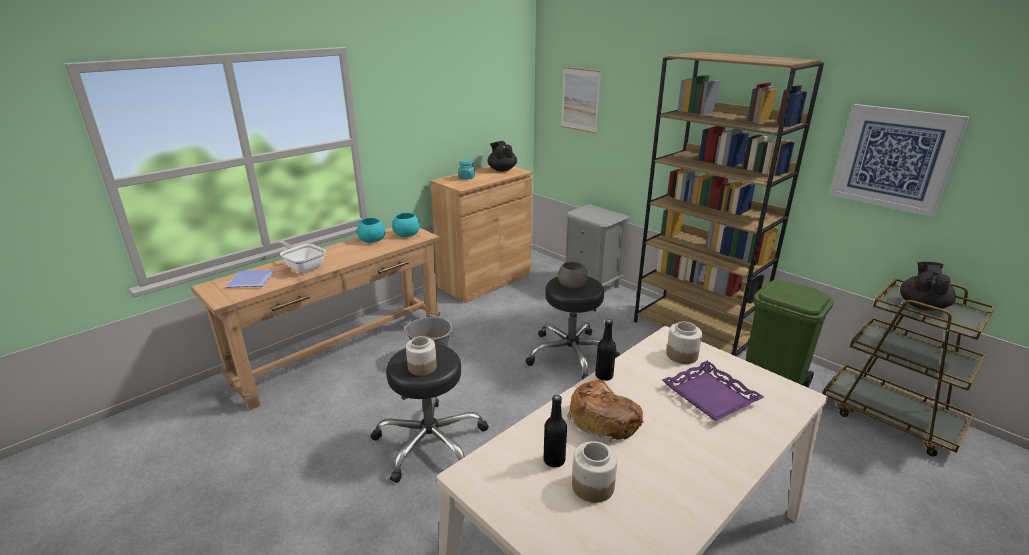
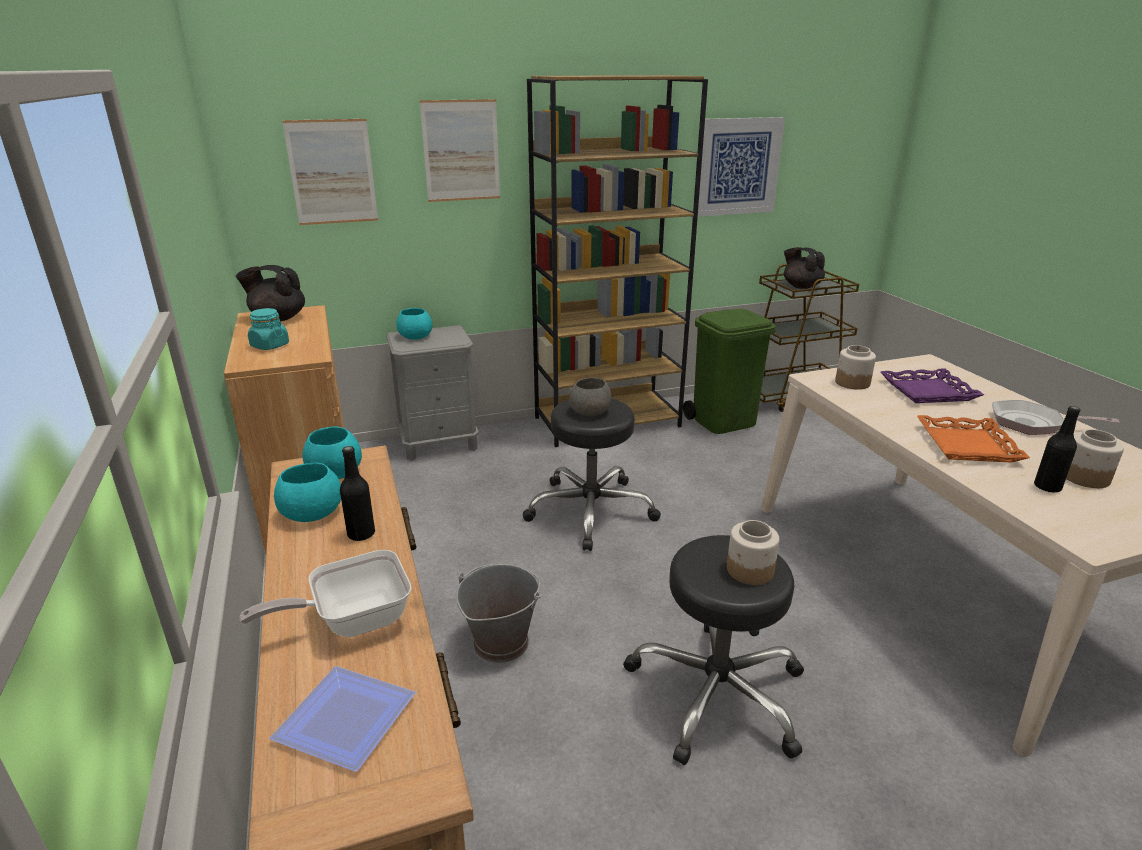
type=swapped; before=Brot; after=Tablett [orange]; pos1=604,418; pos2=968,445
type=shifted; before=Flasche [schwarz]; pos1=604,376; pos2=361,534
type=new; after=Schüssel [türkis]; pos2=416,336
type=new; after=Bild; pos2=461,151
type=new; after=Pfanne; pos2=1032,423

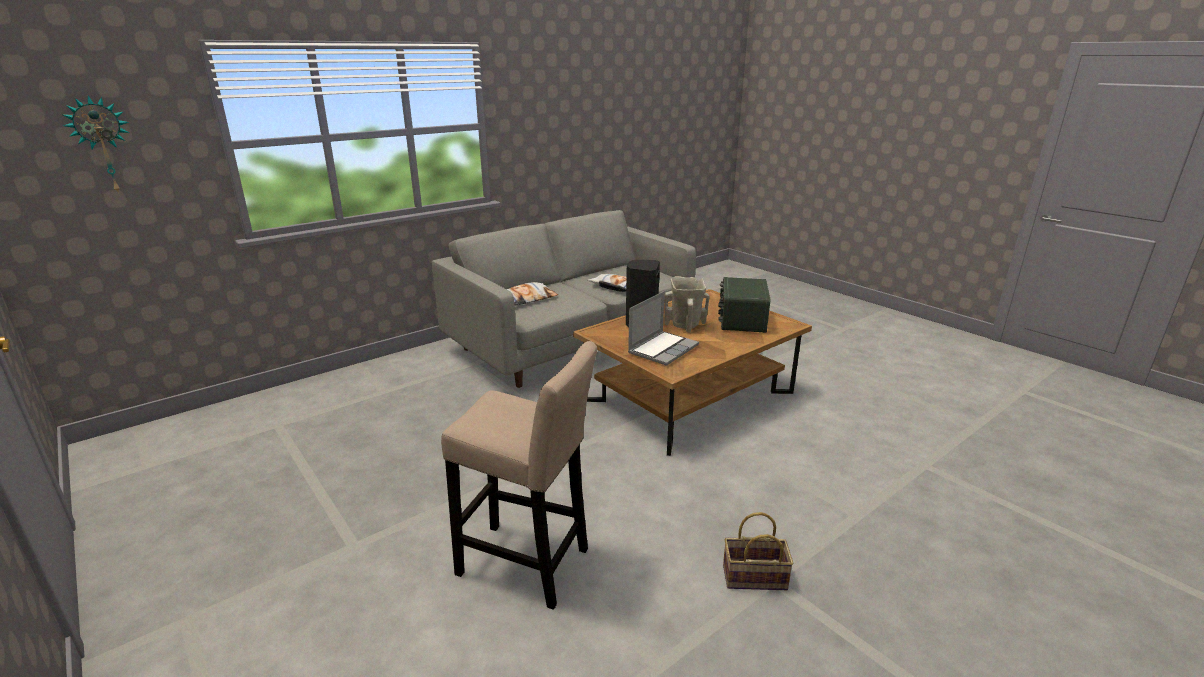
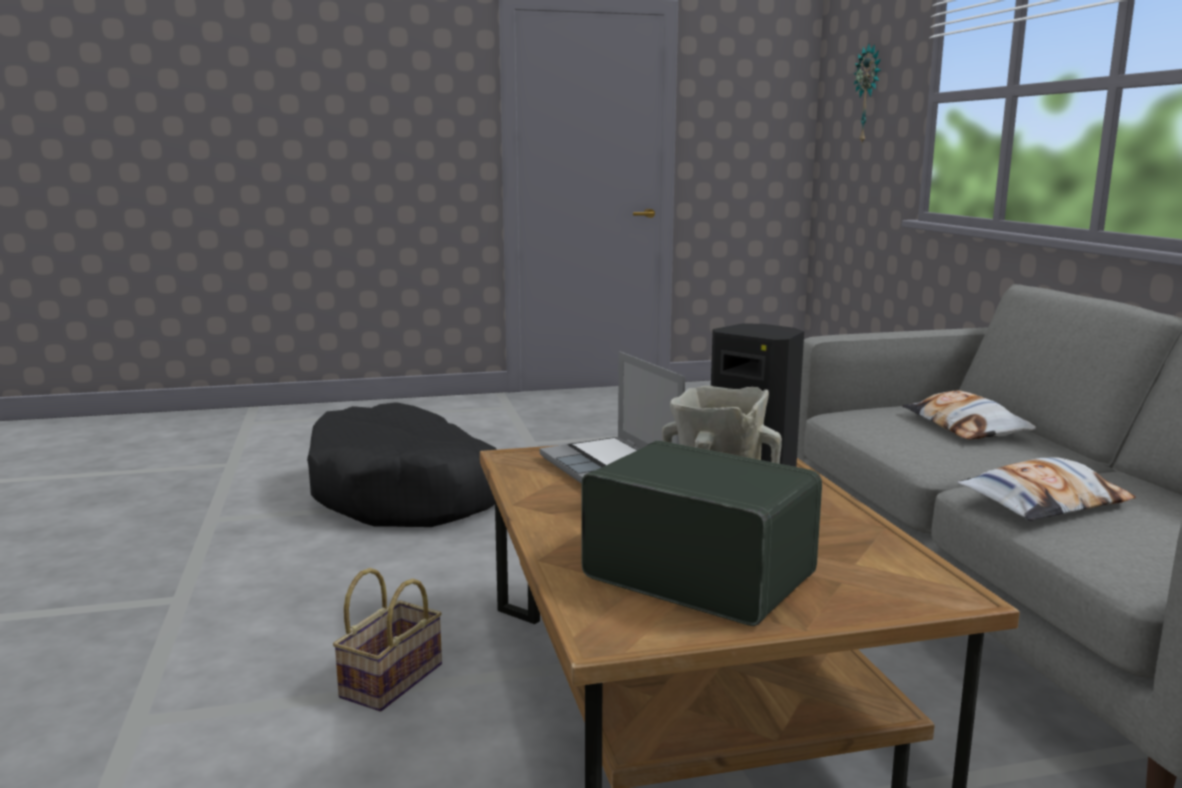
type=swapped; before=Hocker [beige]; after=Hundebett [schwarz]; pos1=529,565; pos2=407,494
type=shifted; before=Korb; pos1=753,578; pos2=391,679

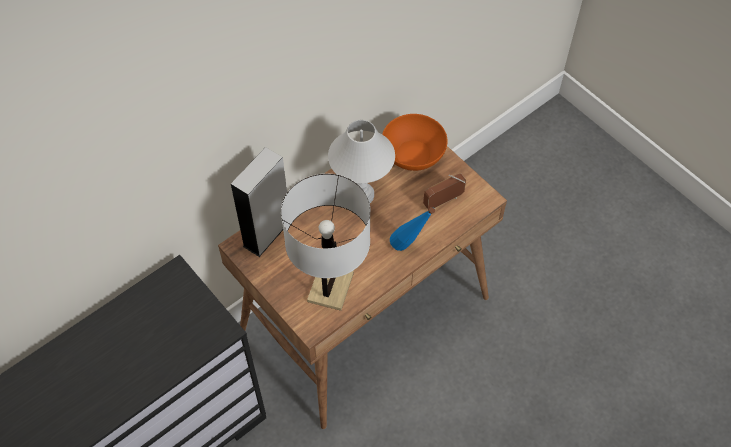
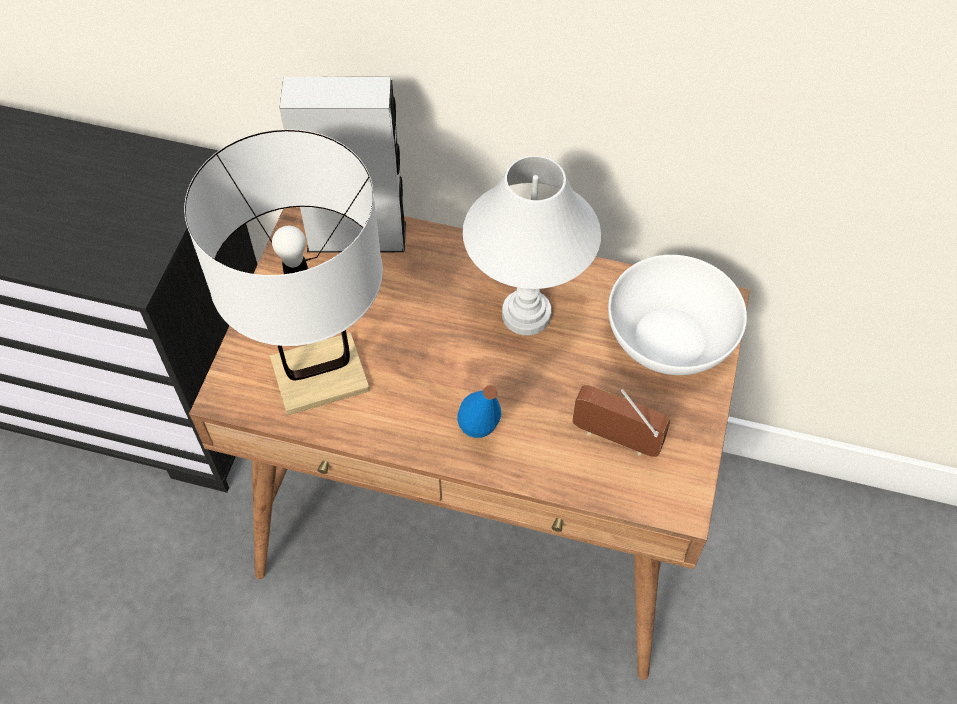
type=repainted; before=Schüssel [orange]; after=Schüssel [weiß]; pos1=413,154; pos2=670,339

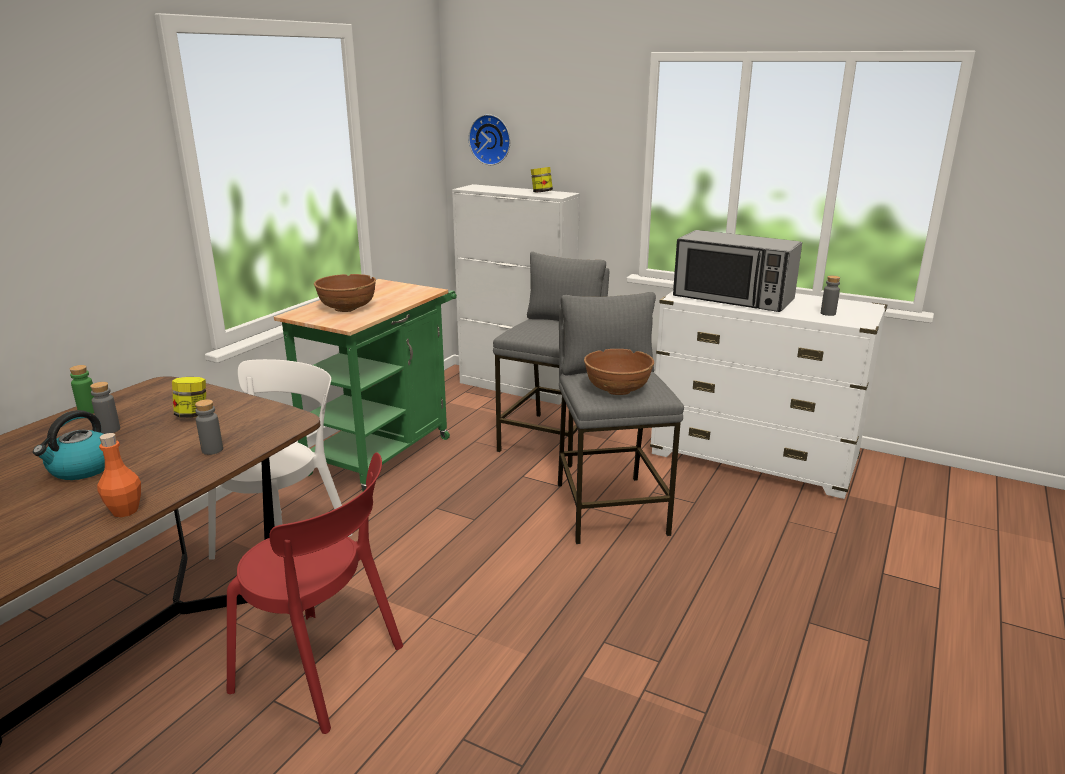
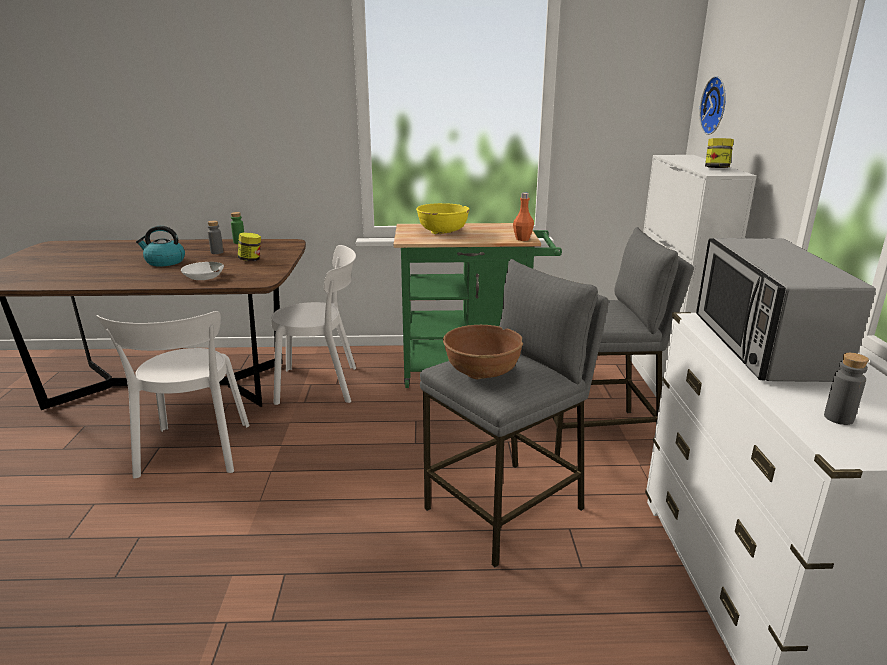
type=shifted; before=Flasche [orange]; pos1=125,511; pos2=522,239
type=swapped; before=Flasche [grau]; after=Schüssel [weiß]; pos1=212,450; pos2=203,277
type=repainted; before=Stuhl [rot]; after=Stuhl [weiß]; pos1=324,670; pos2=193,453
type=repainted; before=Schüssel [braun]; after=Schüssel [gelb]; pos1=347,308; pos2=442,232

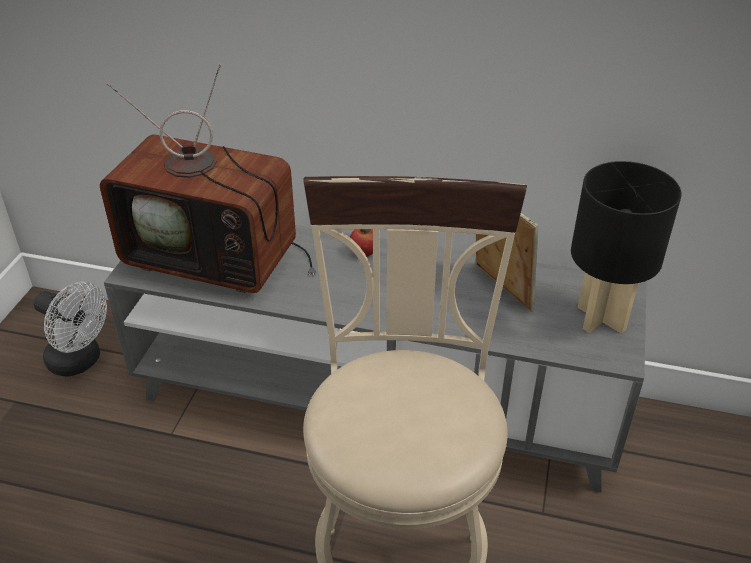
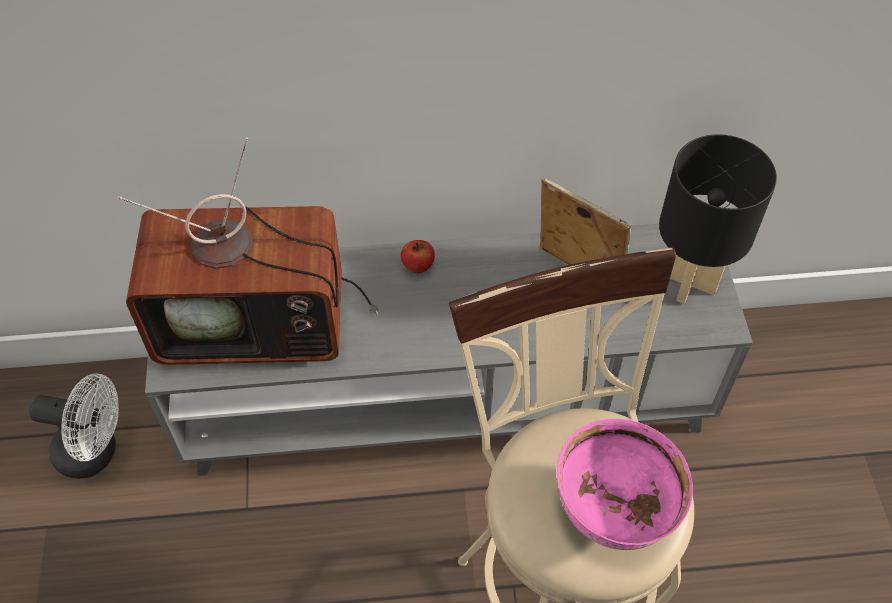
type=new; after=Schüssel [rosa]; pos2=614,509

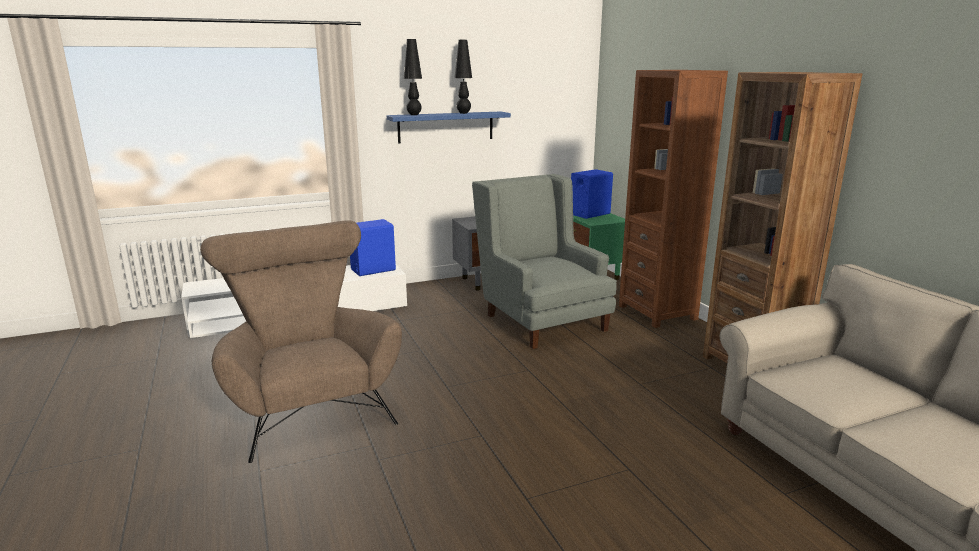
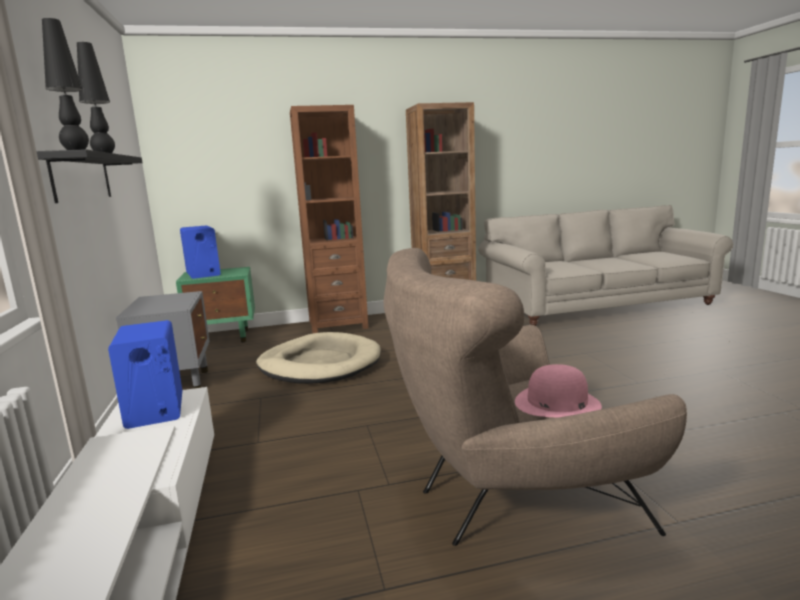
type=repainted; before=Wandregal [blau]; after=Wandregal [schwarz]; pos1=446,127; pos2=82,177
type=swapped; before=Sessel [grau]; after=Hundebett [beige]; pos1=540,319; pos2=320,364
type=new; after=Hut [rosa]; pos2=556,403

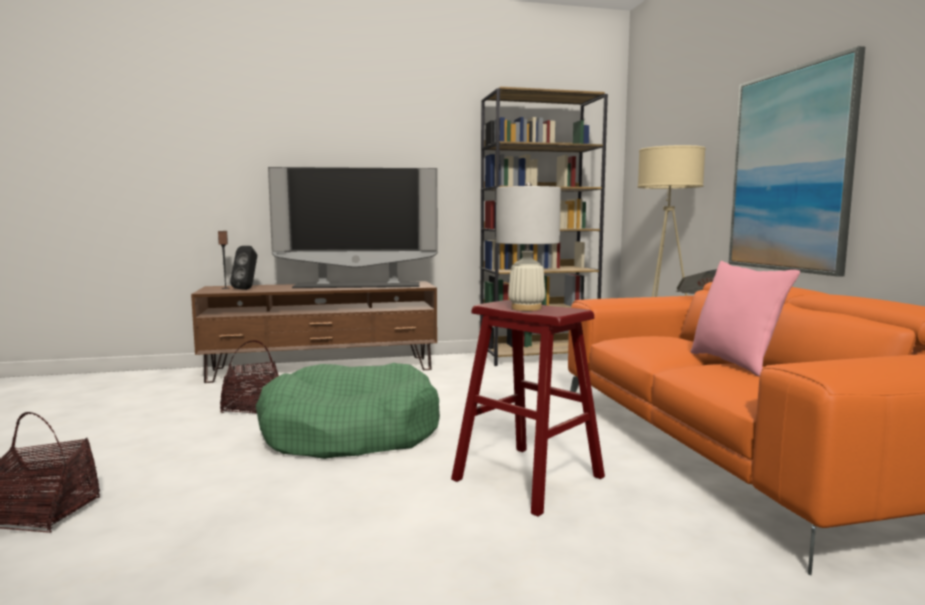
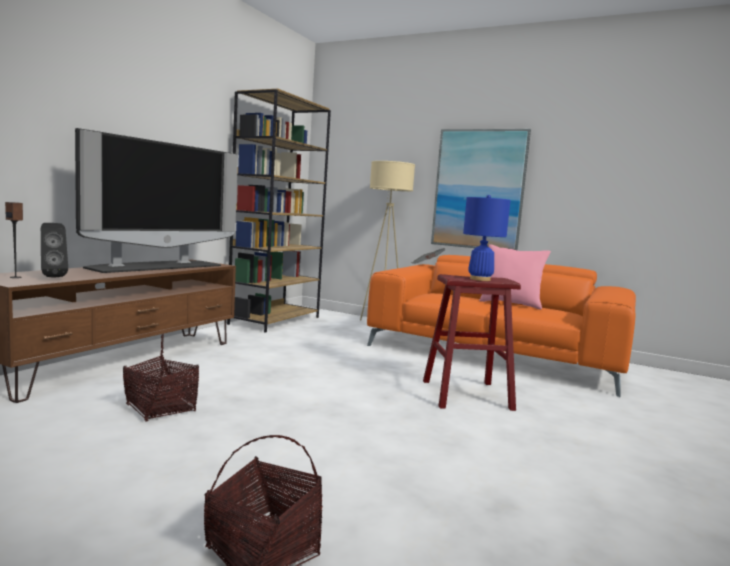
type=gone; before=Hundebett [grün]; pos1=350,432
type=repainted; before=Tischlampe [weiß]; after=Tischlampe [blau]; pos1=526,308; pos2=480,279

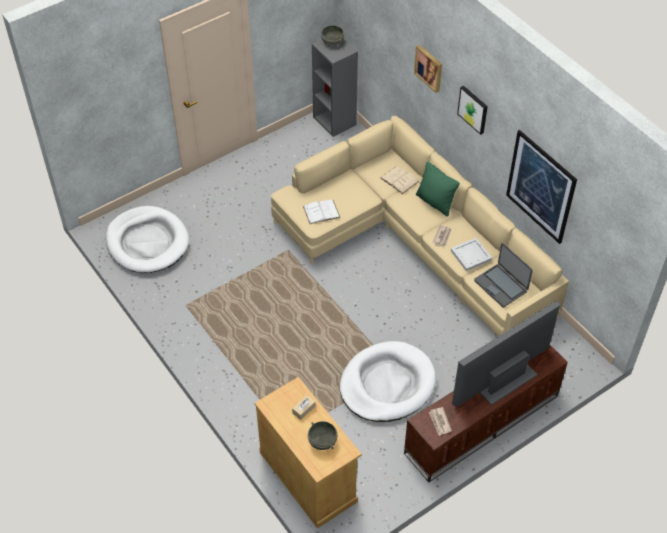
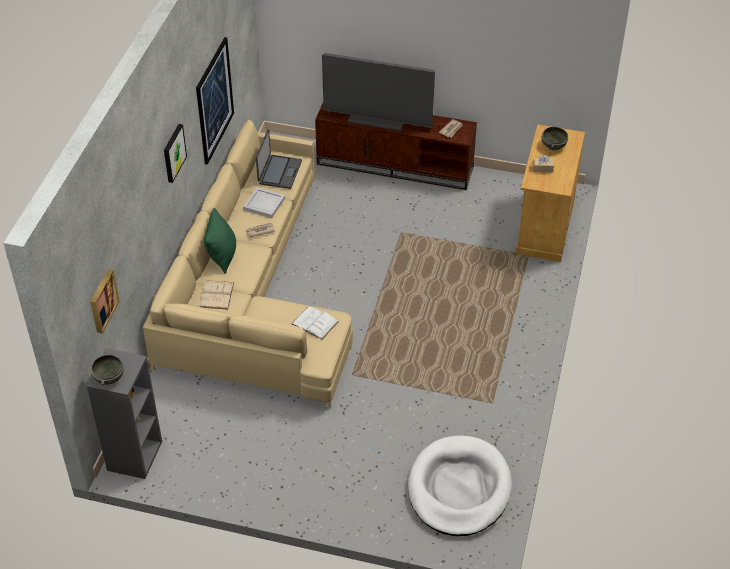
type=gone; before=Hundebett [weiß]; pos1=387,384
type=shifted; before=Bild; pos1=429,68; pos2=102,300

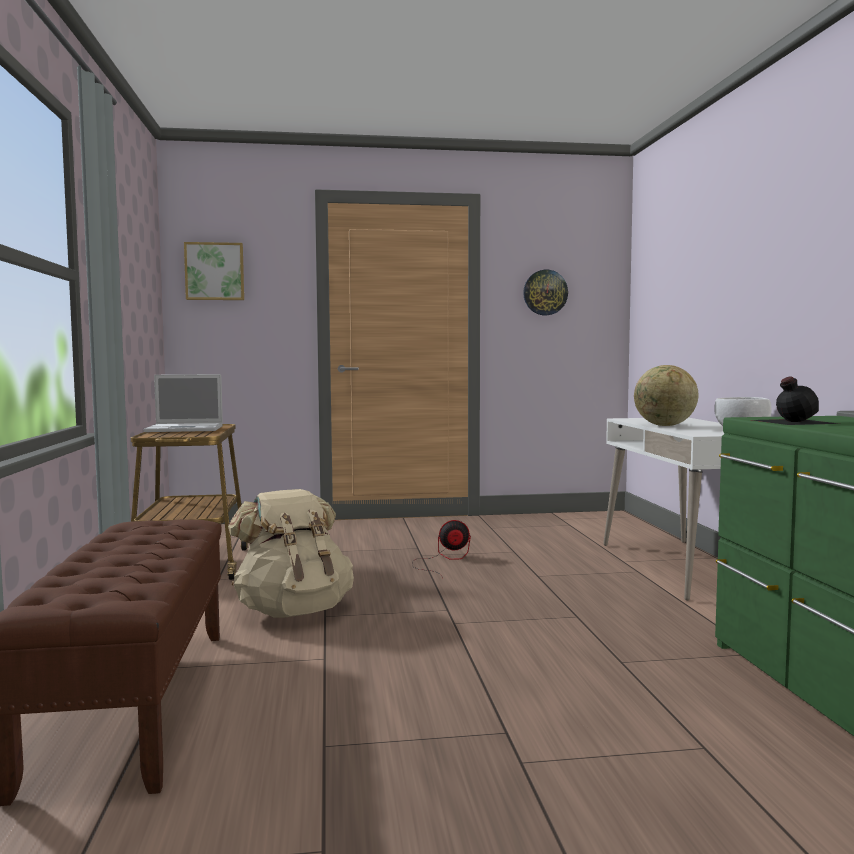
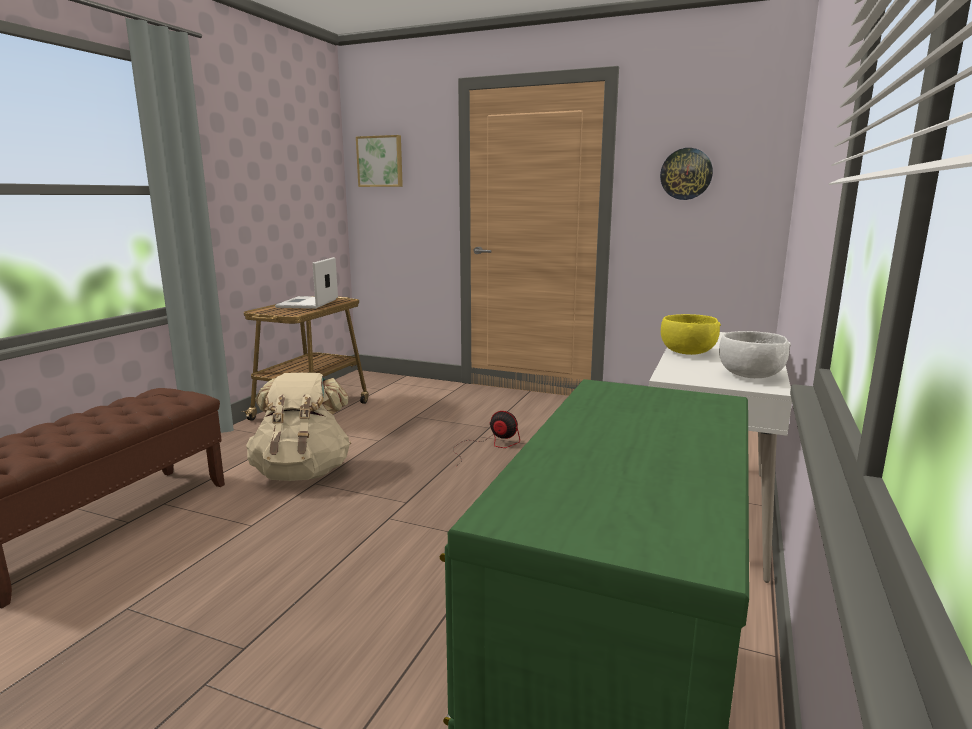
type=rotated; before=Laptop; pos1=186,429; pos2=307,303; turn=75
type=swapped; before=Globus; after=Schüssel [gelb]; pos1=664,426; pos2=687,353
type=gone; before=Flasche [schwarz]; pos1=792,421

